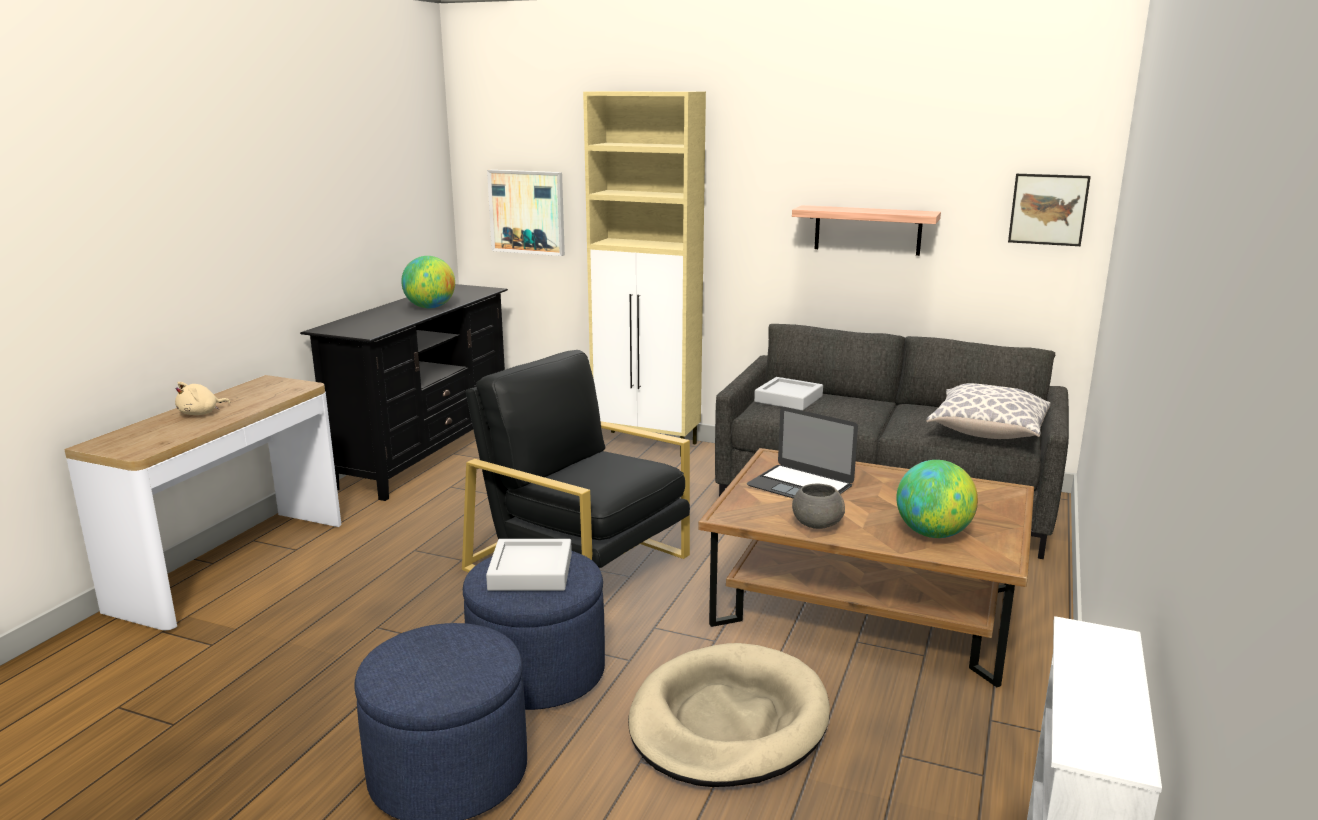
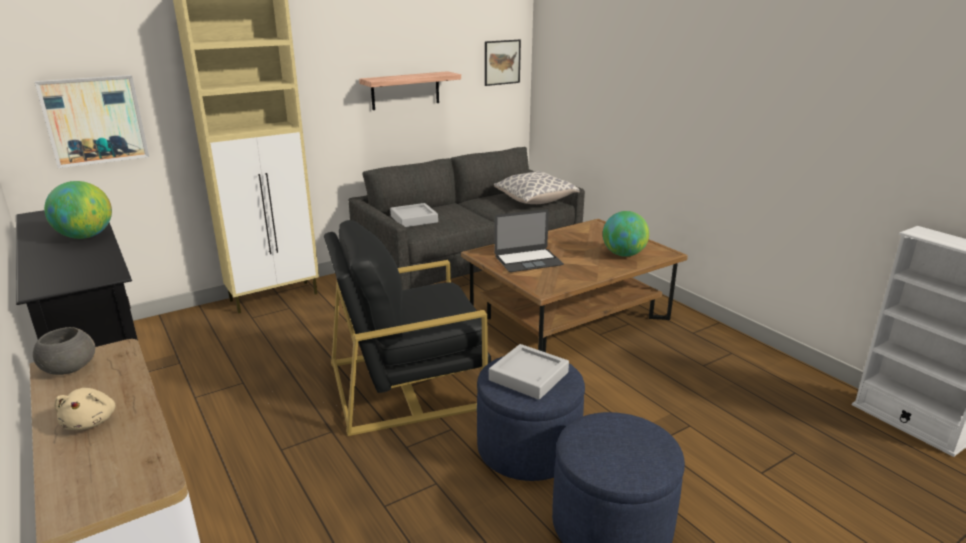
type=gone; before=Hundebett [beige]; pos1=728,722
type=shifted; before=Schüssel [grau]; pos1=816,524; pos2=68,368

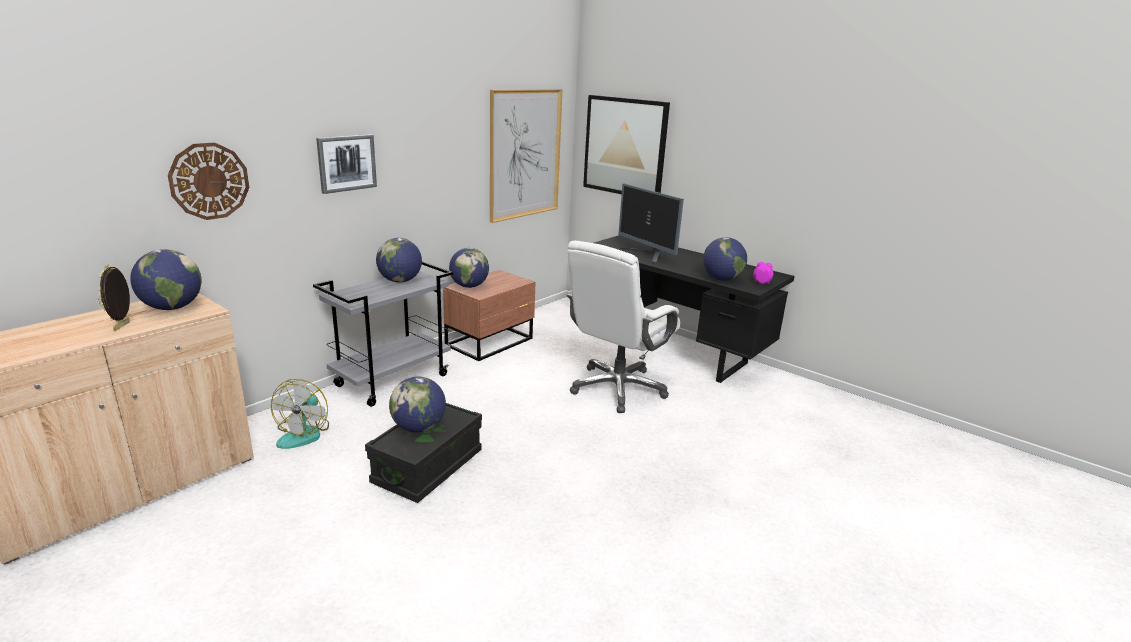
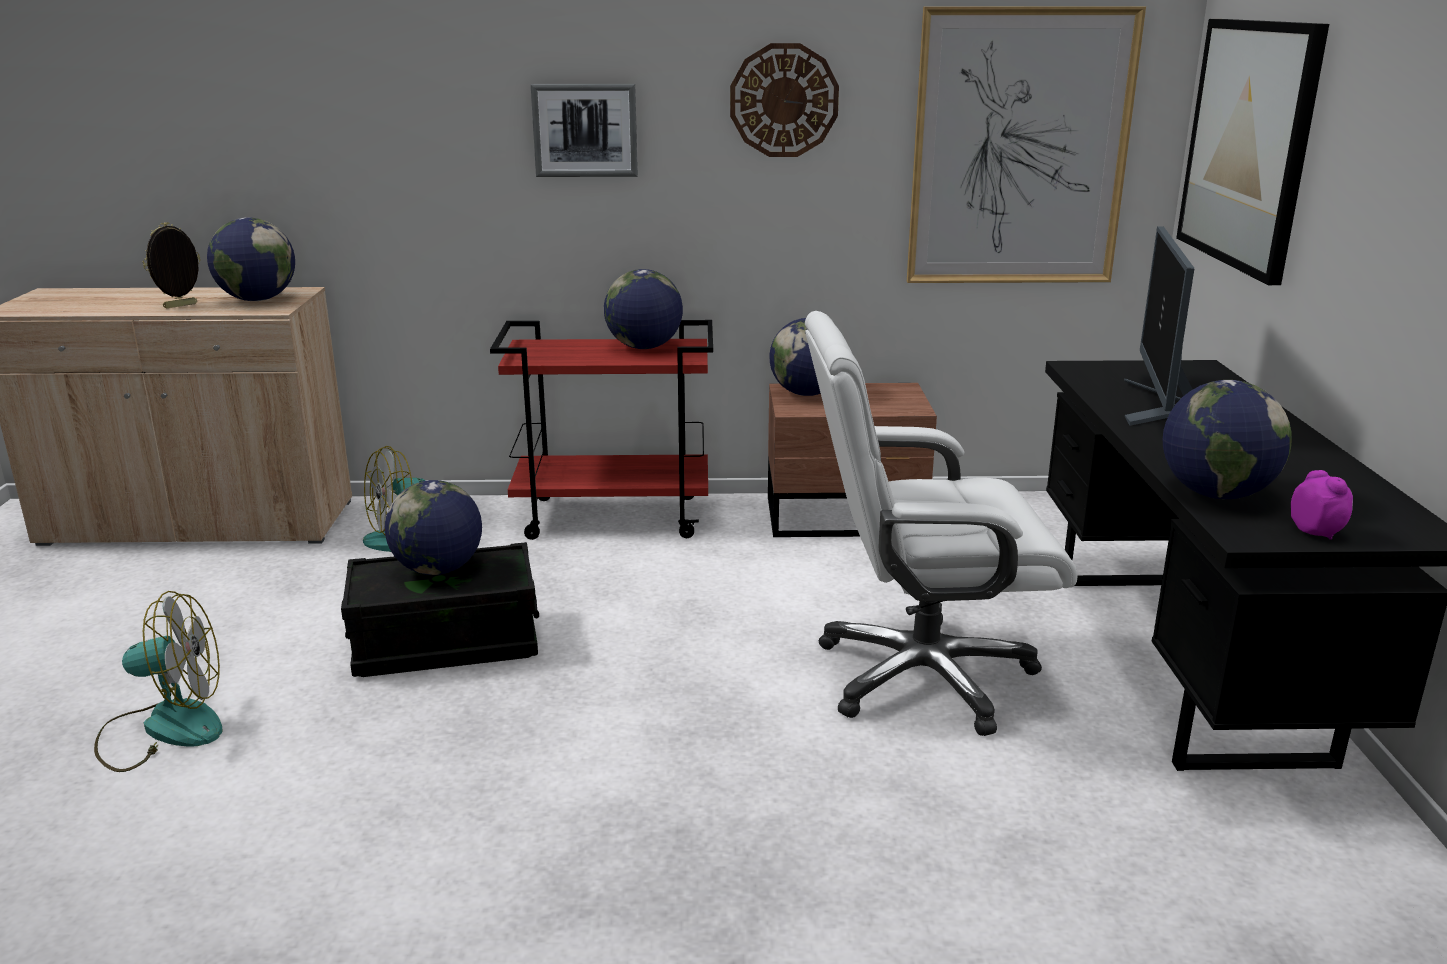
type=shifted; before=Wanduhr; pos1=209,181; pos2=784,100
type=repainted; before=Rollwagen [grau]; after=Rollwagen [rot]; pos1=393,380; pos2=614,517
type=new; after=Ventilator; pos2=163,729

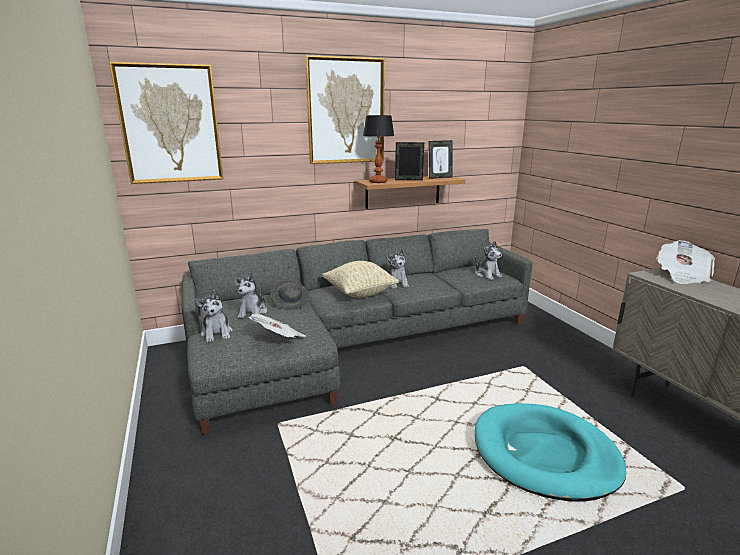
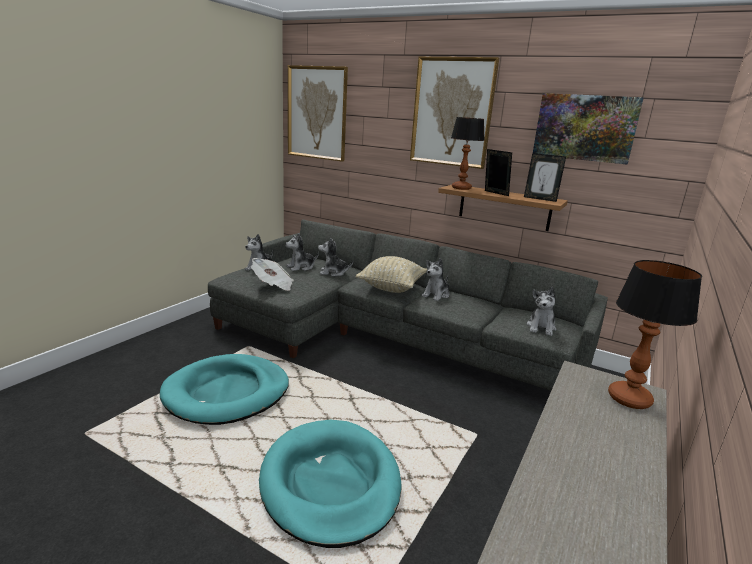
type=swapped; before=Hut [grau]; after=Plüschtier; pos1=290,303; pos2=333,273
type=swapped; before=Zeitung; after=Tischlampe; pos1=682,276; pos2=629,399
type=new; after=Hundebett [türkis]; pos2=227,393
type=new; after=Bild; pos2=584,128

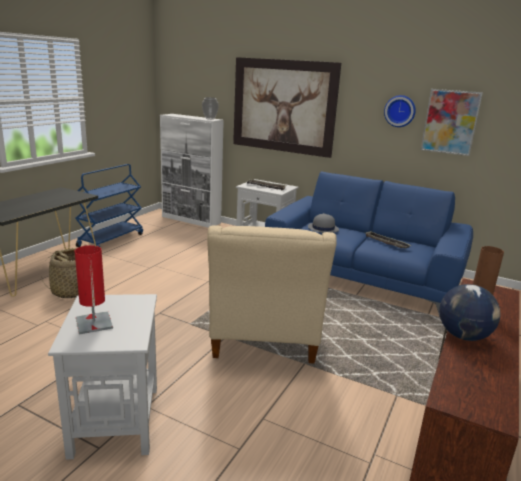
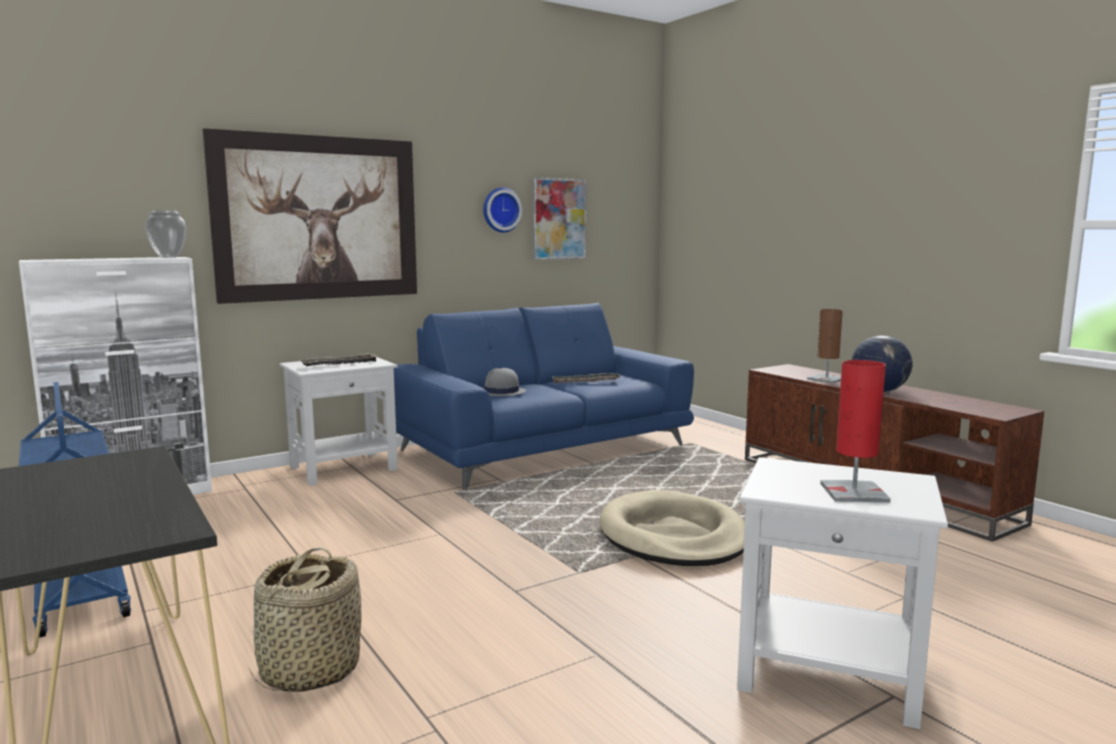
type=swapped; before=Sessel [beige]; after=Hundebett [beige]; pos1=263,342; pos2=673,536

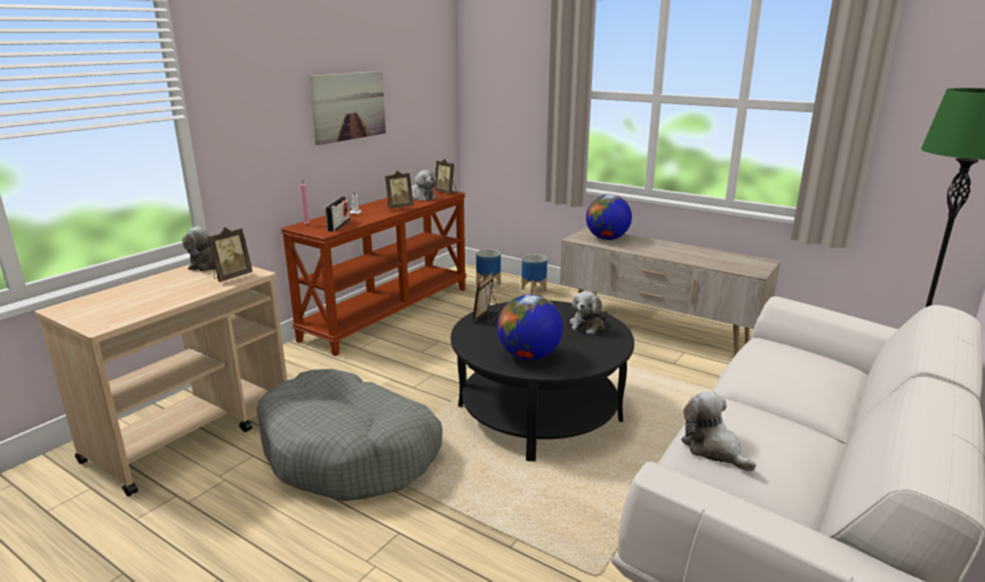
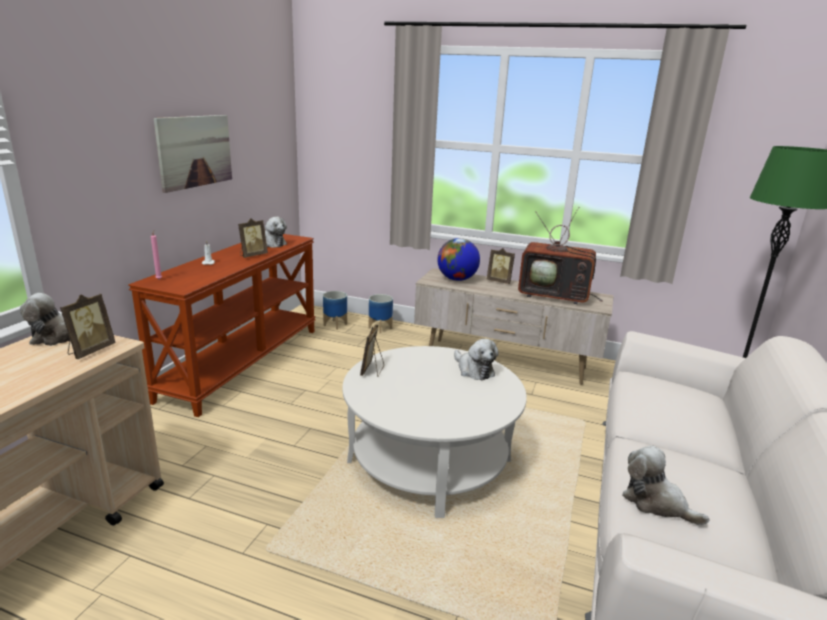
type=gone; before=Hundebett [grau]; pos1=350,453
type=gone; before=Radio; pos1=338,225
type=shifted; before=Bilderrahmen; pos1=446,192; pos2=499,281
type=repainted; before=Couchtisch [schwarz]; after=Couchtisch [weiß]; pos1=539,413; pos2=429,461
type=gone; before=Globus; pos1=529,356
type=rotated; before=Plüschtier; pos1=588,324; pos2=474,370; turn=-45
type=new; after=Fernseher; pos2=556,295

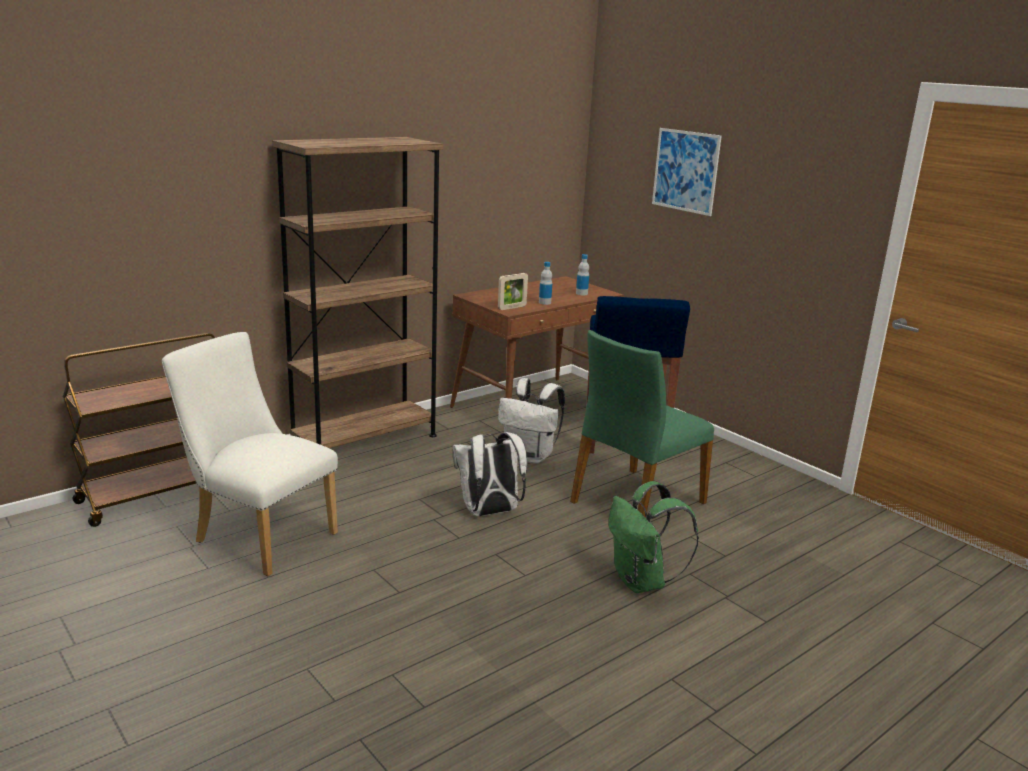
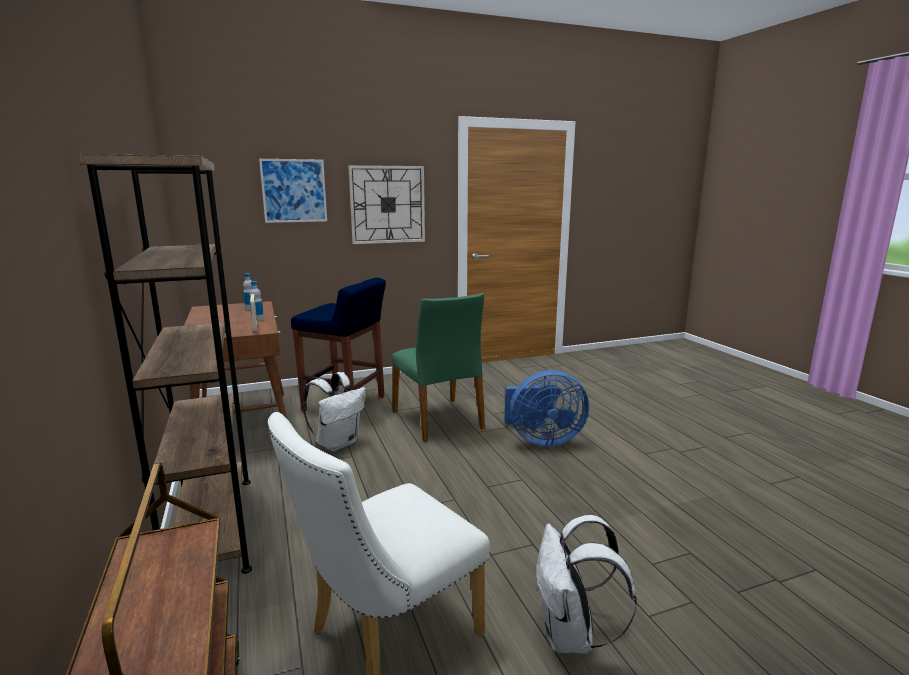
type=shifted; before=Rucksack [weiß]; pos1=489,512; pos2=571,635
type=swapped; before=Rucksack [grün]; after=Ventilator [blau]; pos1=642,582; pos2=542,440
type=new; after=Wanduhr; pos2=387,204

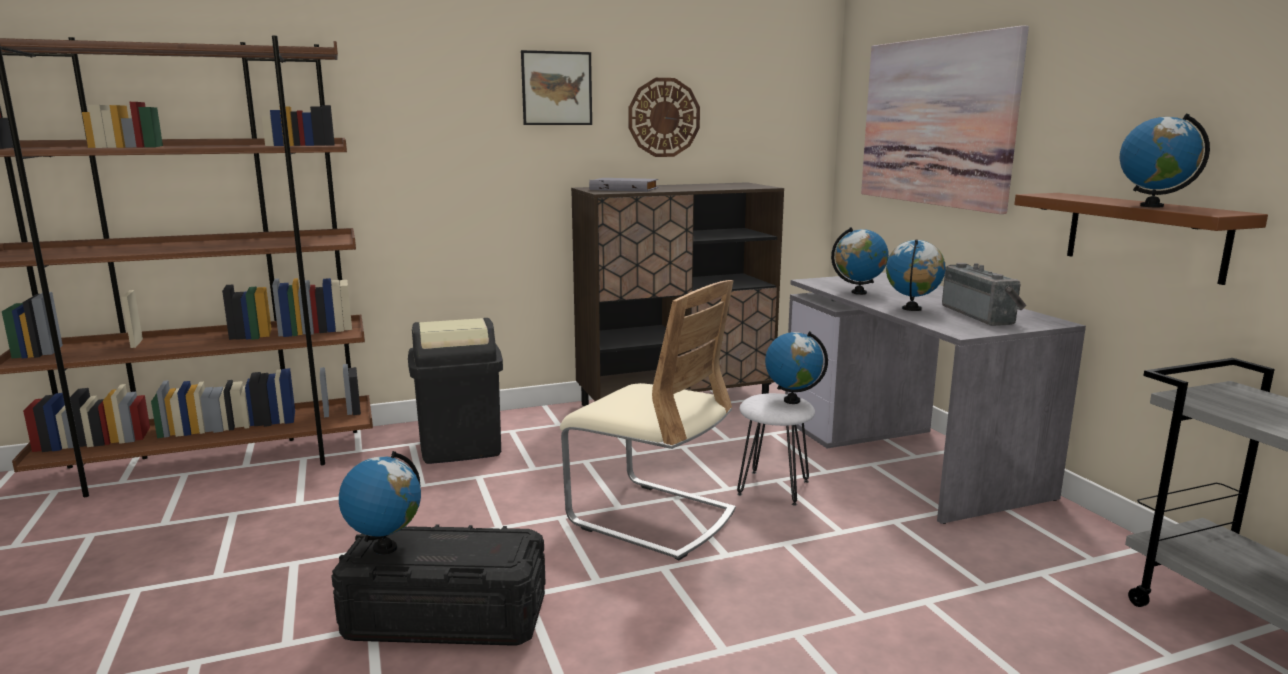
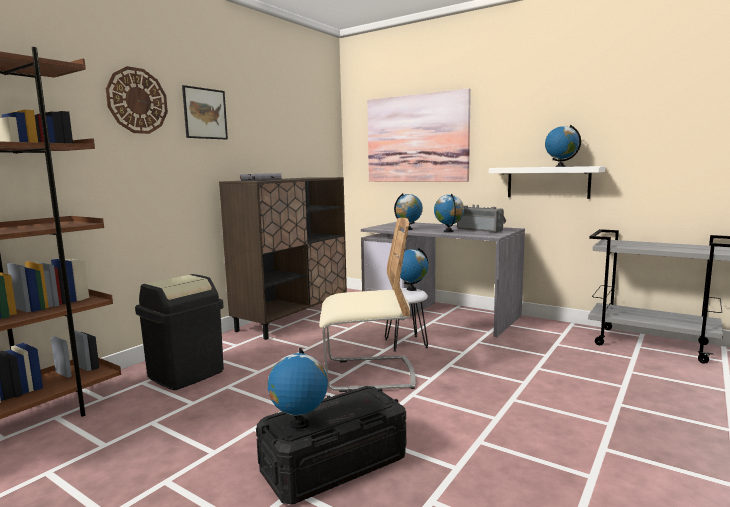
type=shifted; before=Wanduhr; pos1=664,117; pos2=137,101
type=repainted; before=Wandregal [braun]; after=Wandregal [weiß]; pos1=1144,235; pos2=548,182

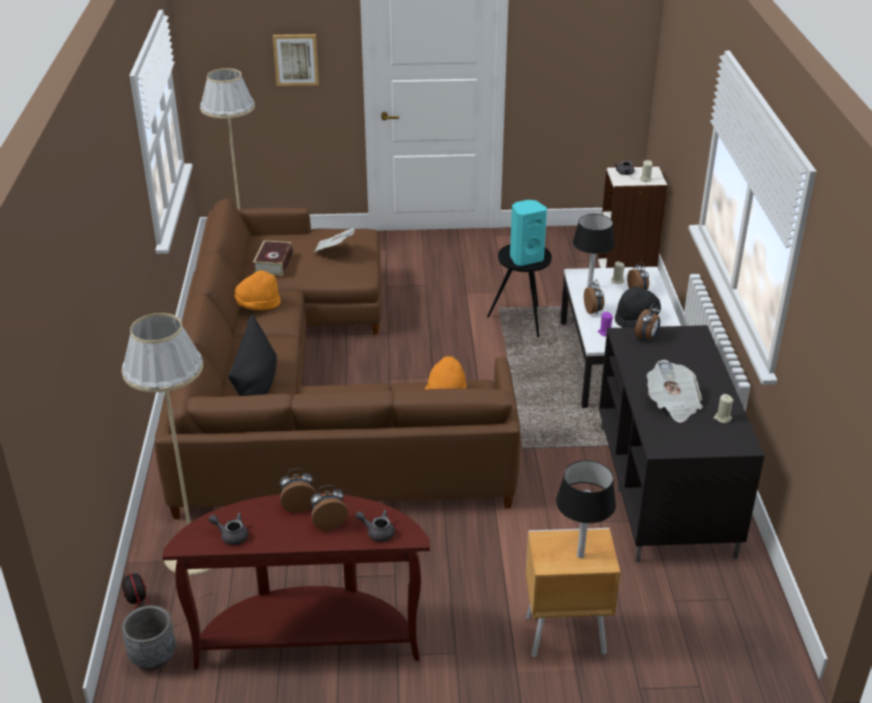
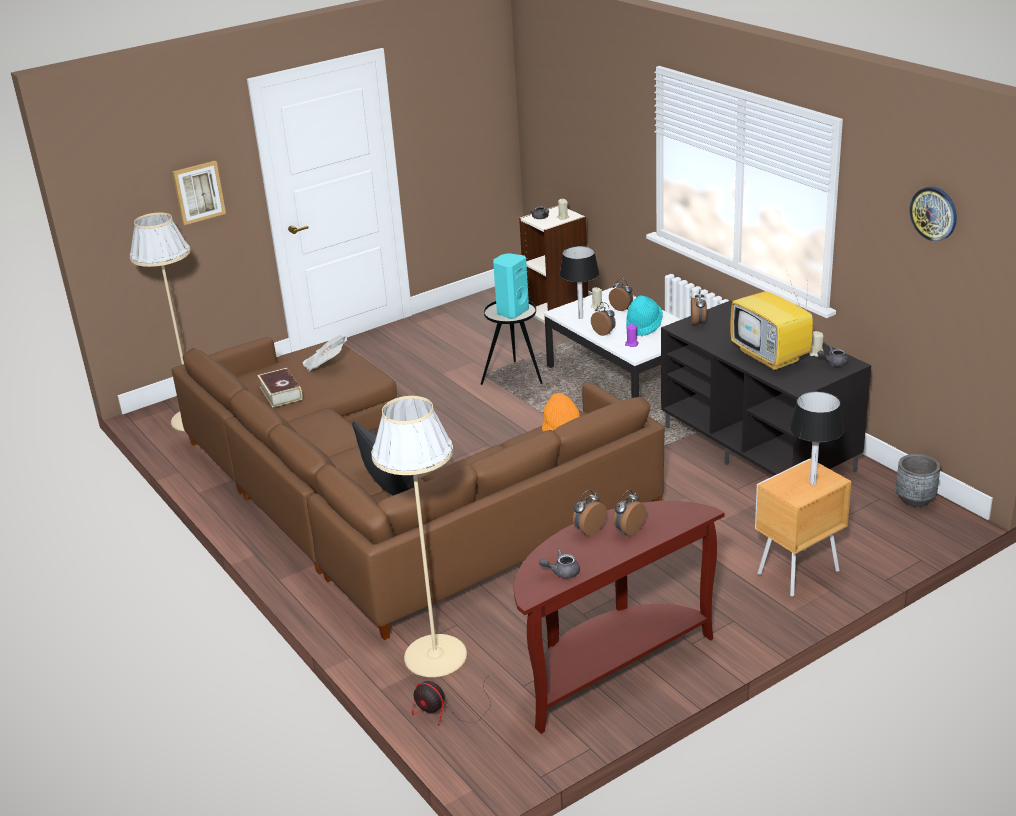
type=shifted; before=Pflanzkübel [grau]; pos1=153,657; pos2=915,499
type=gone; before=Hut [orange]; pos1=257,305
type=shifted; before=Teekanne [grau]; pos1=377,532; pos2=833,363
type=repainted; before=Hut [schwarz]; after=Hut [türkis]; pos1=636,318; pos2=643,326
type=swapped; before=Zeitung; after=Fernseher; pos1=673,404; pos2=771,357
type=new; after=Wanduhr; pos2=934,213

